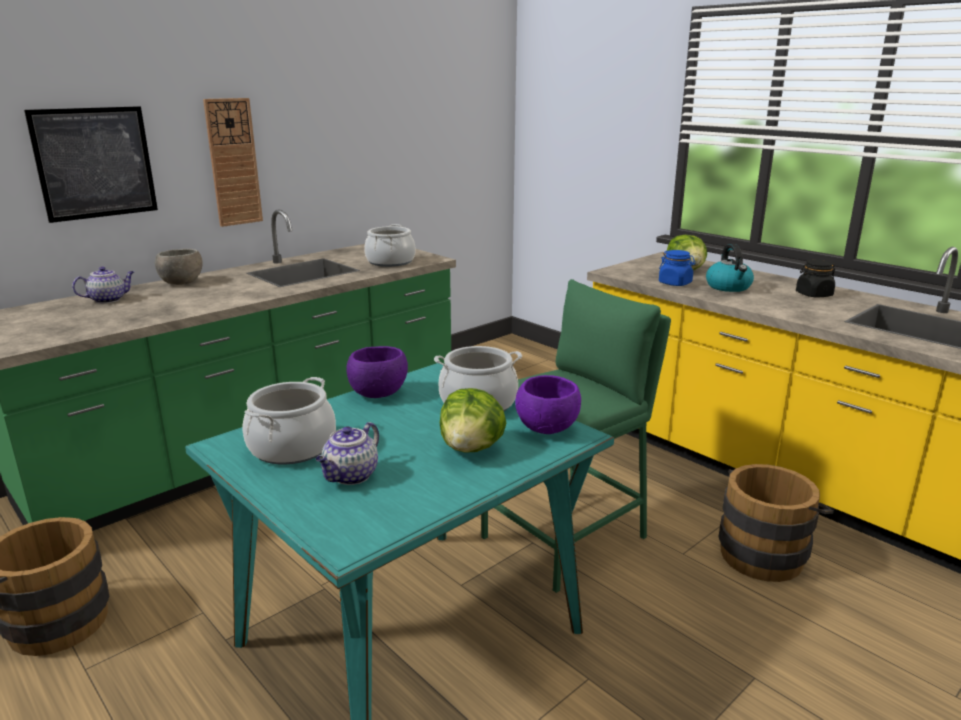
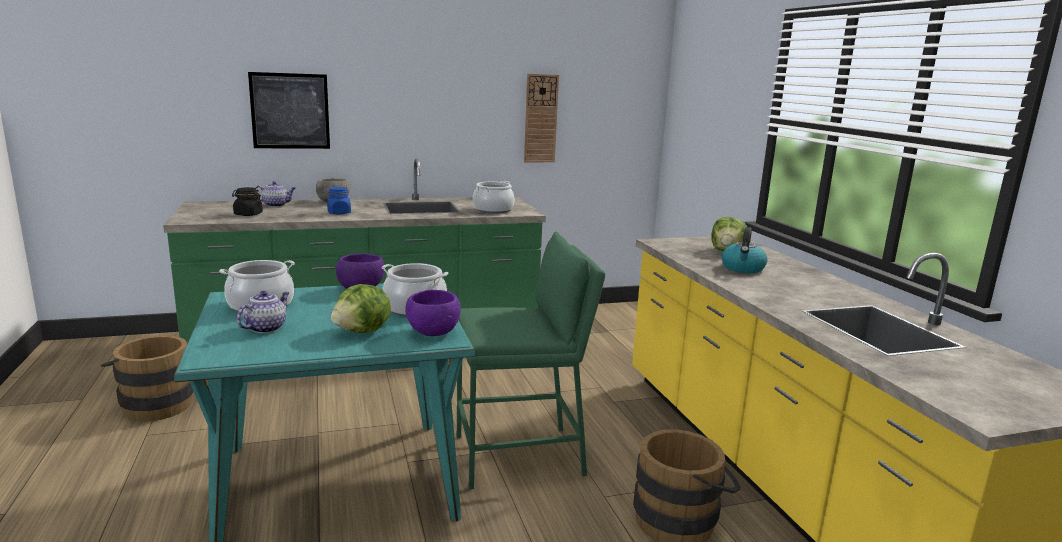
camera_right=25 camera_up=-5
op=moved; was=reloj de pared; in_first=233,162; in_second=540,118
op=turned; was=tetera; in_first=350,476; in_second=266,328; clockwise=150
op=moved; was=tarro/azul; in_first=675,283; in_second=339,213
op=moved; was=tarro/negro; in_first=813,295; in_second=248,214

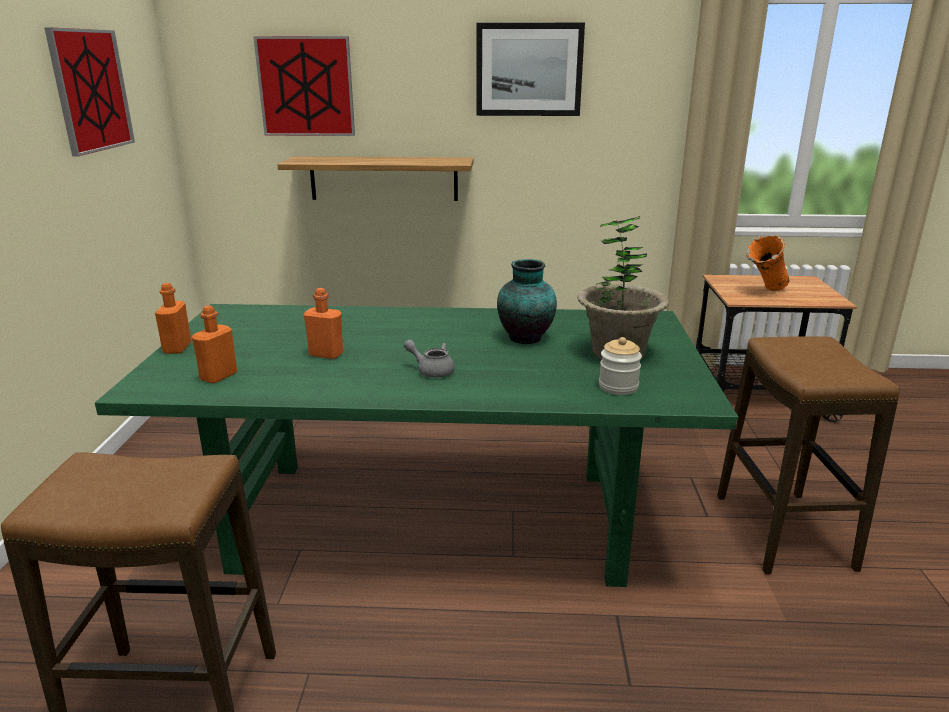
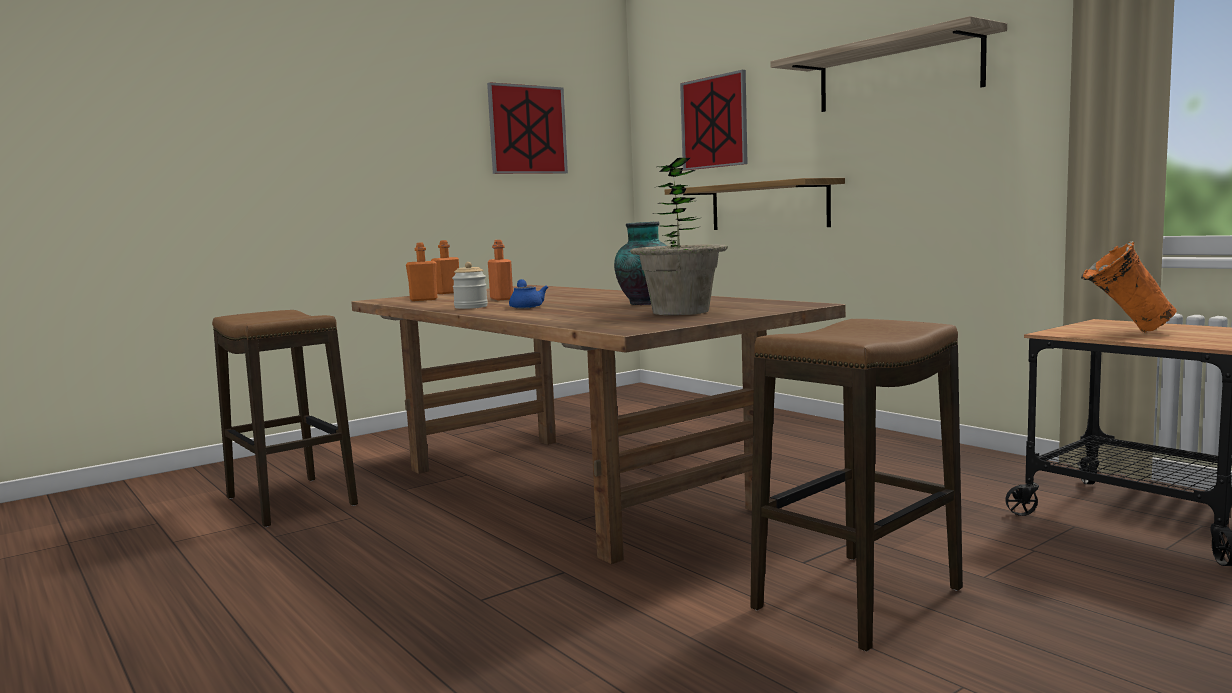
camera_right=50 camera_up=-15
op=recoloured; was=mesa de comedor/verde; now=mesa de comedor/marrón; in_first=429,520; in_second=570,487
op=recoloured; was=tetera/gris; now=tetera/azul; in_first=431,370; in_second=526,306
op=replaced; was=cuadro; now=estante; in_first=529,70; in_second=897,73
op=moved; was=tarro; in_first=618,387; in_second=471,307

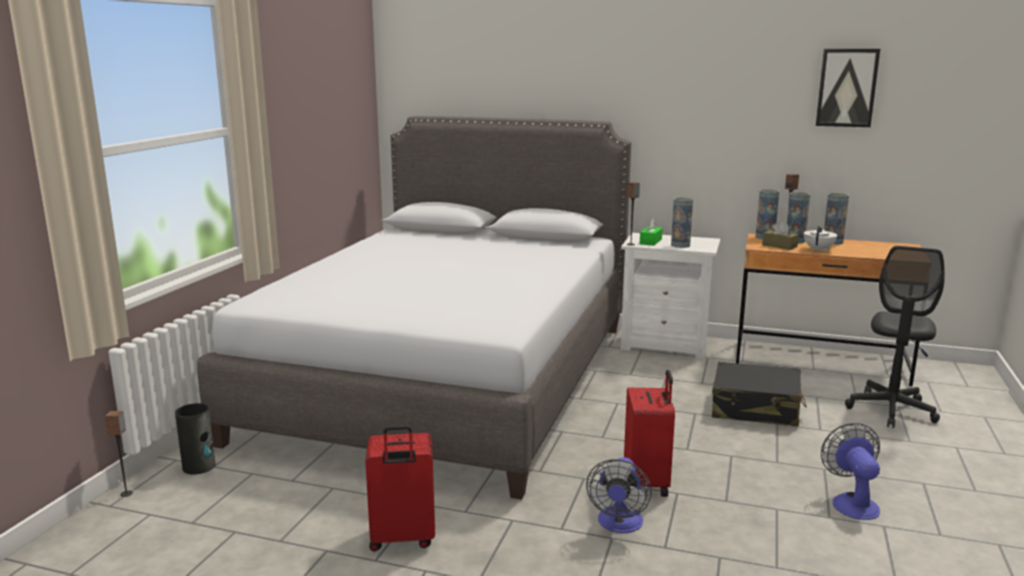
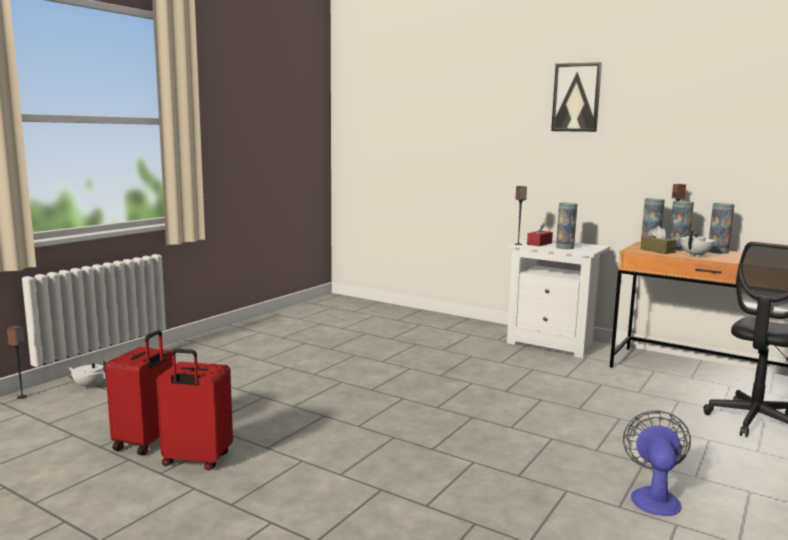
camera_right=15 camera_up=-5
op=replaced; was=florero; now=tetera/blanco; in_first=199,466; in_second=90,386
op=removed; was=cama/gris; in_first=448,378
op=removed; was=ventilador; in_first=619,525
op=moved; was=maleta/rojo; in_first=647,483; in_second=147,442
op=recoloured; was=caja de pañuelos/verde; now=caja de pañuelos/rojo; in_first=650,241; in_second=539,244
op=removed; was=maleta/negro; in_first=755,409
op=moved; was=cuadro; in_first=847,87; in_second=576,97

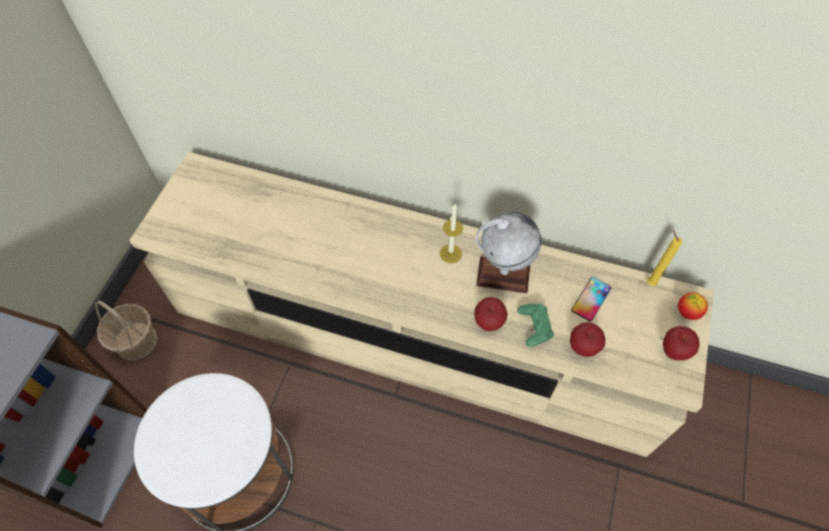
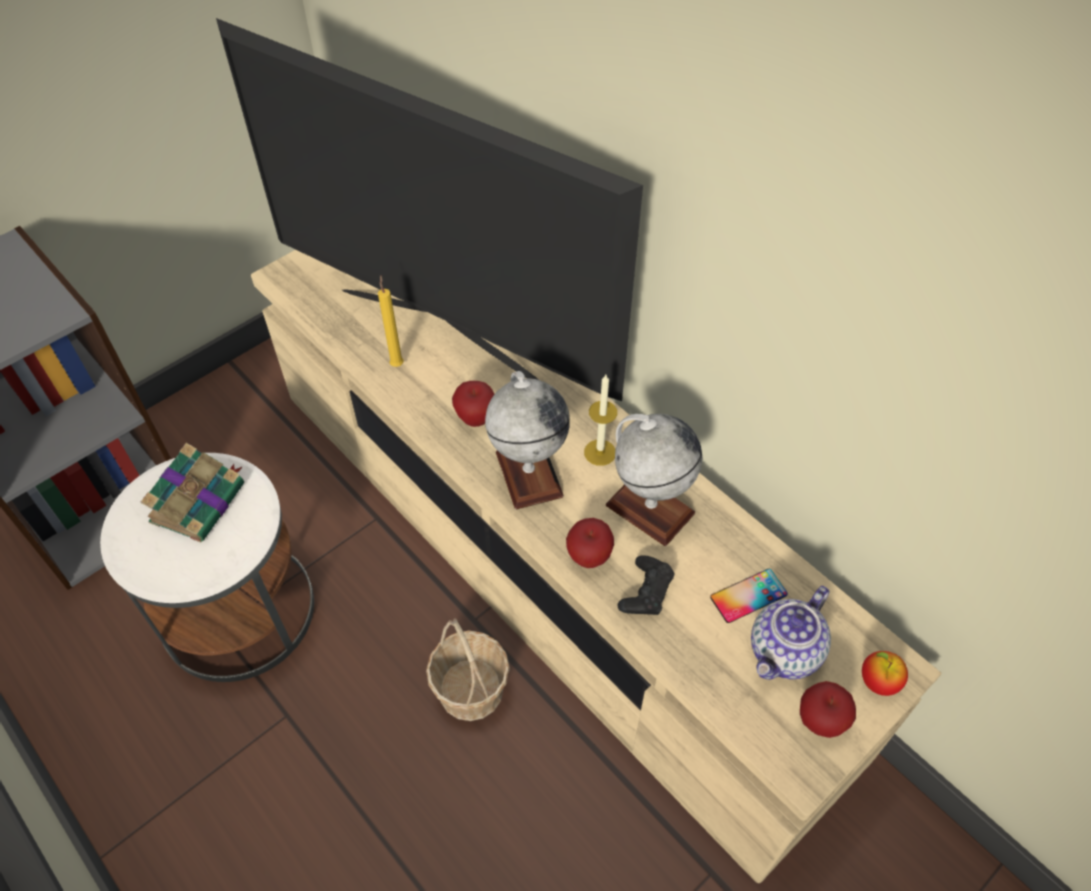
camera_right=30 camera_up=-5
op=moved; was=cesta; in_first=136,341; in_second=471,689
op=recoloured; was=mando de consola/verde; now=mando de consola/negro; in_first=534,326; in_second=646,591
op=moved; was=manzana; in_first=582,348; in_second=476,418
op=moved; was=vela/amarillo; in_first=649,282; in_second=397,363
op=added; now=libro; in_second=199,501
op=added; now=televisor; in_second=443,335
op=added; now=globo terráqueo; in_second=528,474
op=added; now=tetera; in_second=785,653

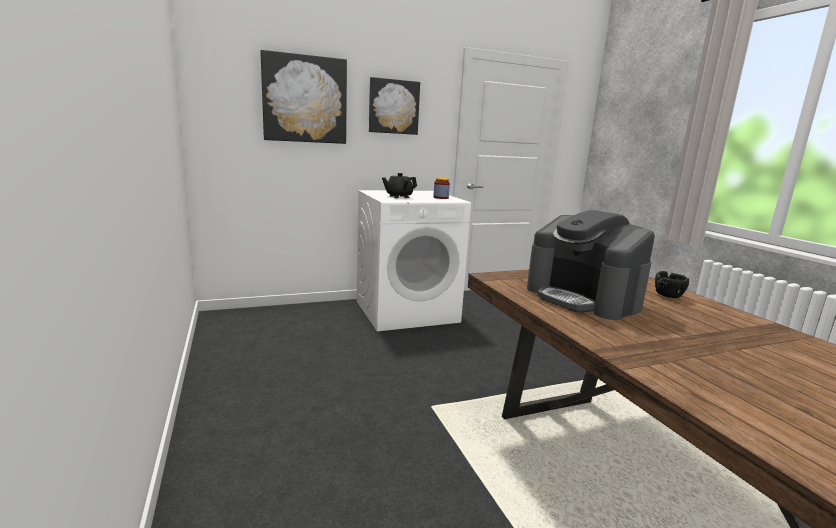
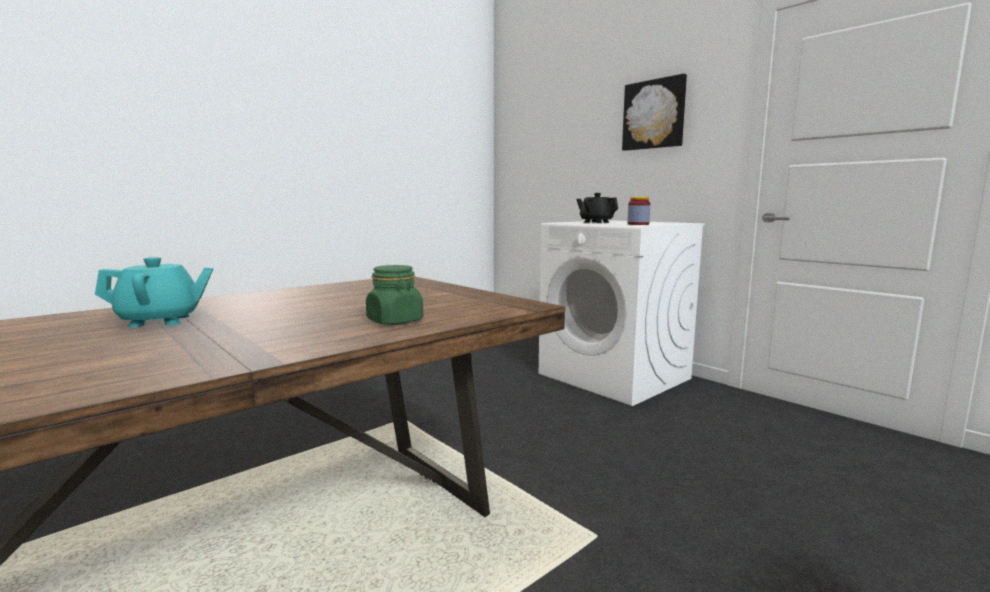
camera_right=70 camera_up=-5
op=removed; was=cuadro; in_first=305,99
op=removed; was=cafetera; in_first=583,298
op=replaced; was=cuenco/negro; now=tarro/verde; in_first=668,295; in_second=395,321
op=added; now=tetera/turquesa; in_second=161,321

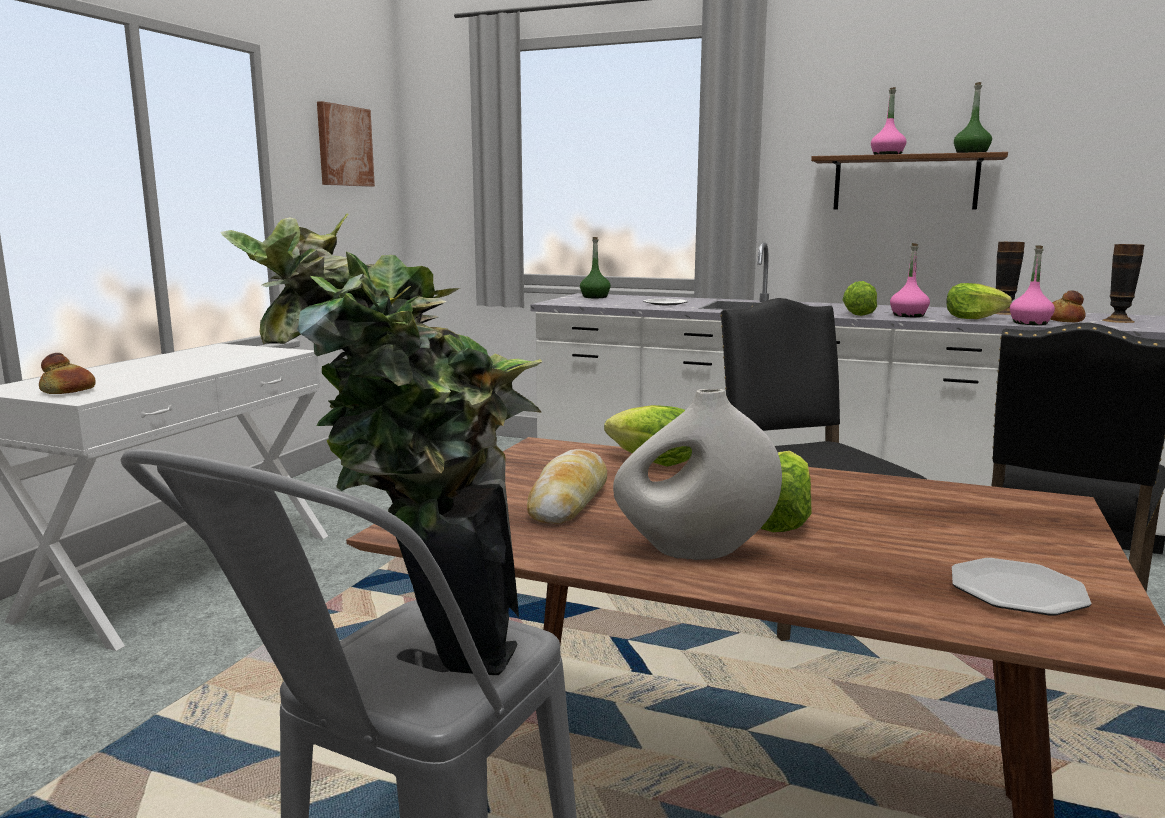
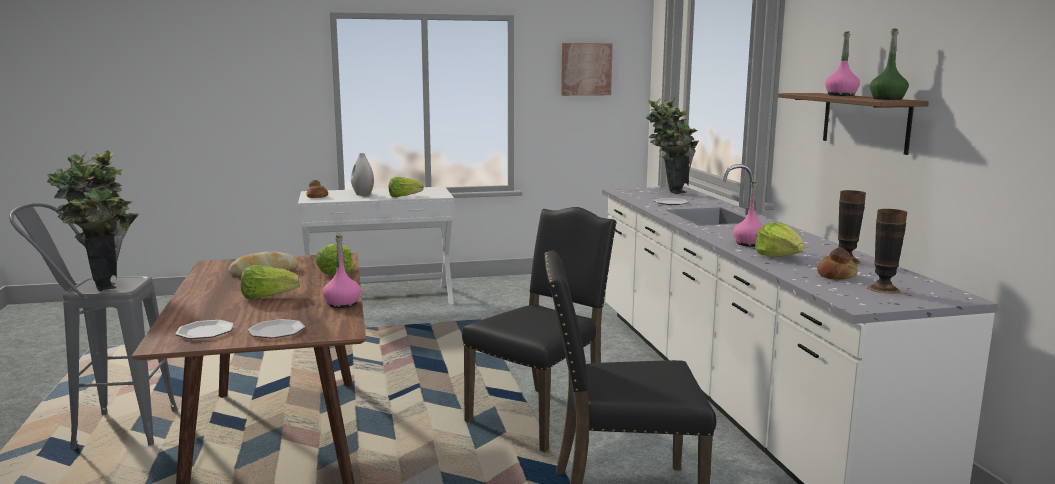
camera_right=55 camera_up=0
op=replaced; was=botella/verde; now=planta en maceta; in_first=595,297; in_second=668,191
op=moved; was=florero/blanco; in_first=695,551; in_second=362,194
op=moved; was=lechuga; in_first=858,314; in_second=404,196
op=moved; was=botella/rosa; in_first=1030,323; in_second=342,304
op=added; now=plato; in_second=276,331

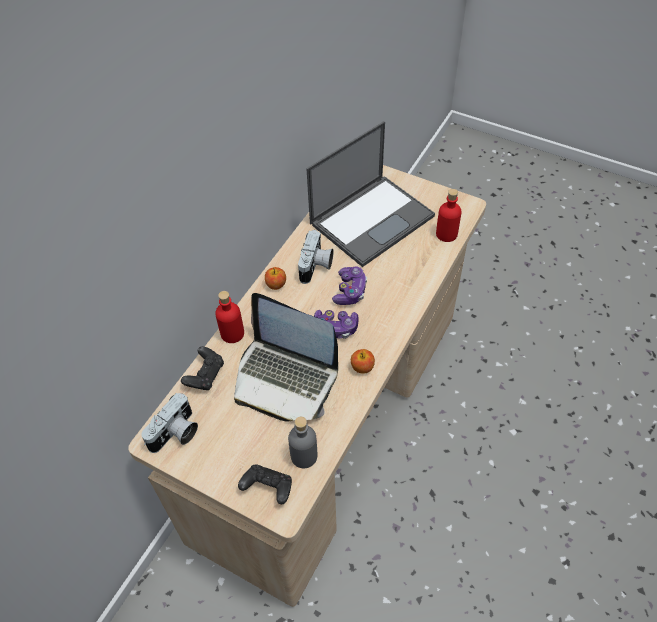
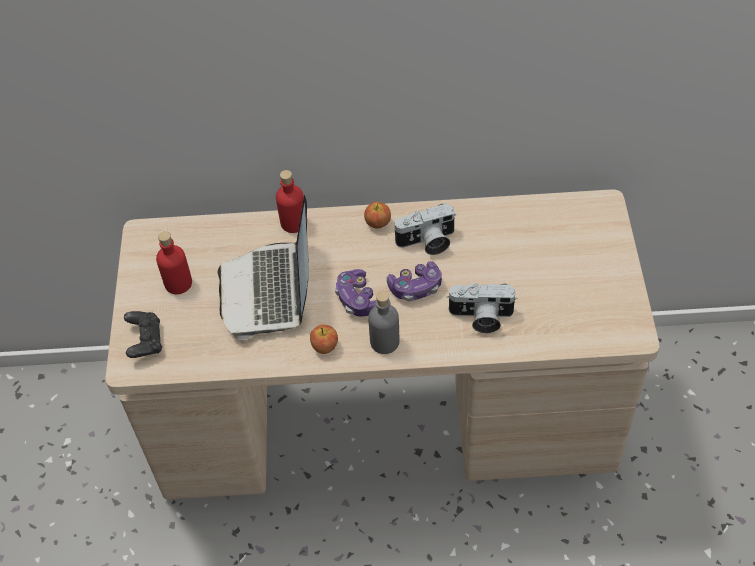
camera_right=60 camera_up=0
op=moved; was=cámara; in_first=176,434; in_second=481,317
op=removed; was=mando de consola/negro; in_first=205,375
op=moved; was=botella/gris; in_first=304,456; in_second=385,342
op=removed; was=portátil; in_first=372,219
op=moved; was=botella/rojo; in_first=446,234; in_second=178,283

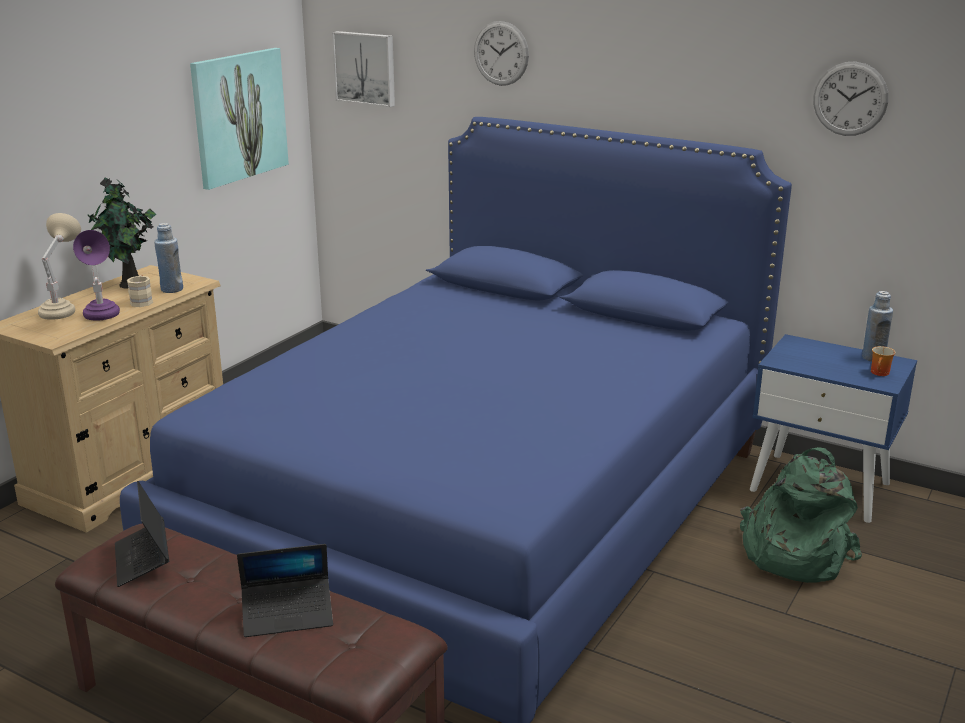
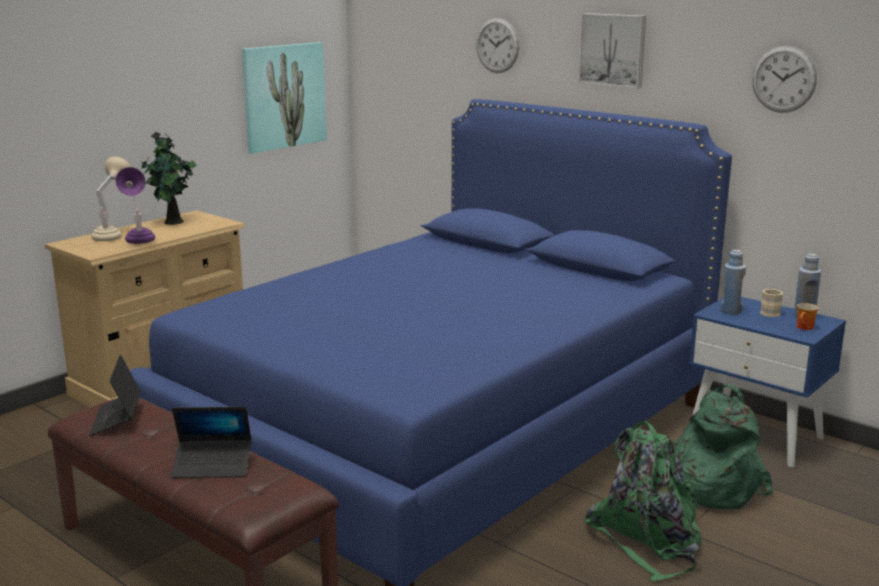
camera_right=10 camera_up=-5
op=moved; was=taza grande/beis; in_first=142,301; in_second=769,312
op=moved; was=botella/azul; in_first=172,289; in_second=730,311
op=moved; was=cuadro; in_first=366,68; in_second=613,50
op=added; now=mochila/verde; in_second=649,539

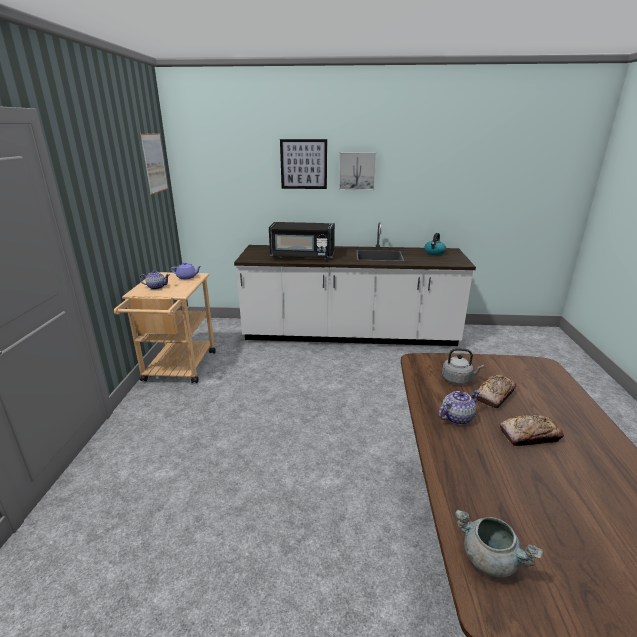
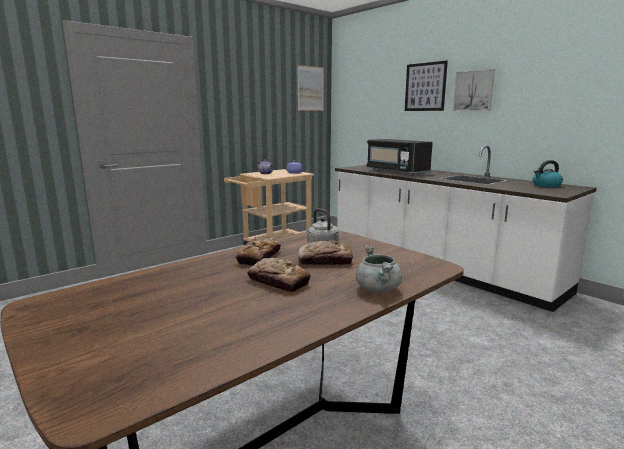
camera_right=45 camera_up=-10
op=replaced; was=tetera; now=pan; in_first=456,417; in_second=259,257
op=moved; was=olla/gris; in_first=490,559; in_second=378,289

